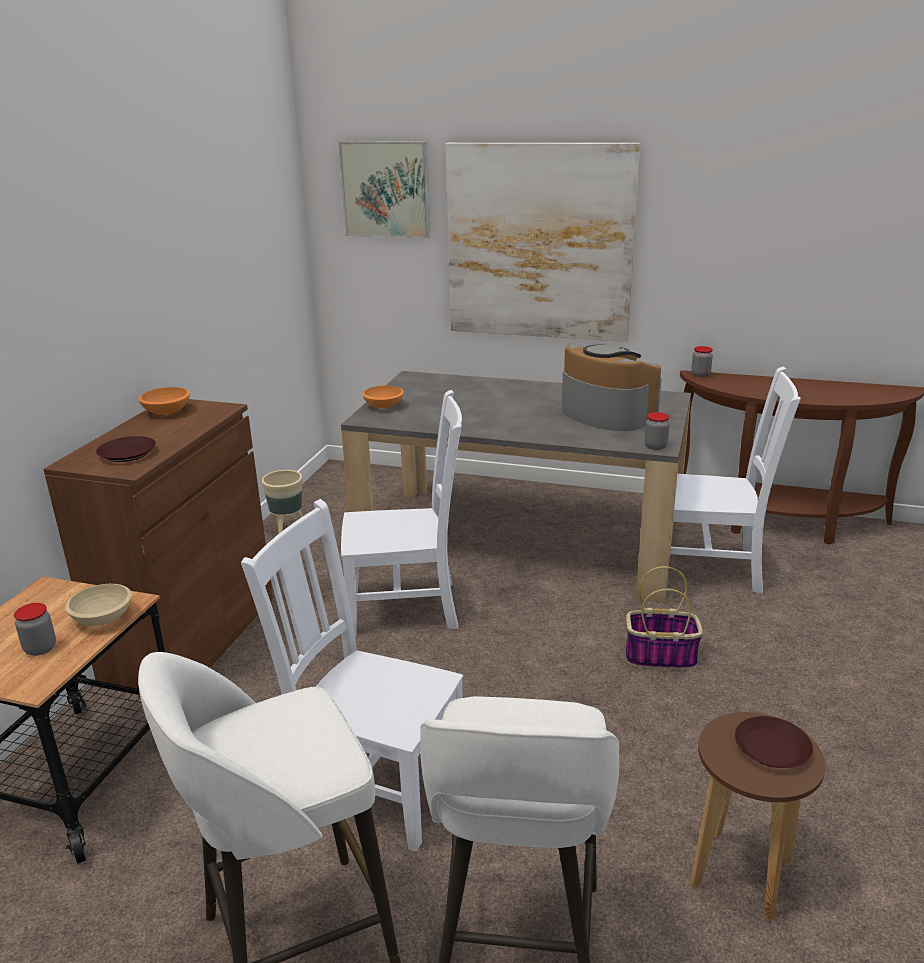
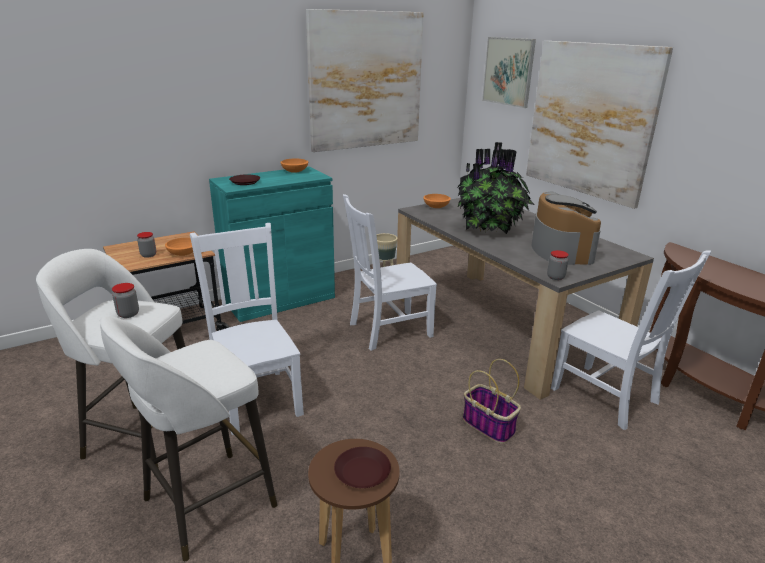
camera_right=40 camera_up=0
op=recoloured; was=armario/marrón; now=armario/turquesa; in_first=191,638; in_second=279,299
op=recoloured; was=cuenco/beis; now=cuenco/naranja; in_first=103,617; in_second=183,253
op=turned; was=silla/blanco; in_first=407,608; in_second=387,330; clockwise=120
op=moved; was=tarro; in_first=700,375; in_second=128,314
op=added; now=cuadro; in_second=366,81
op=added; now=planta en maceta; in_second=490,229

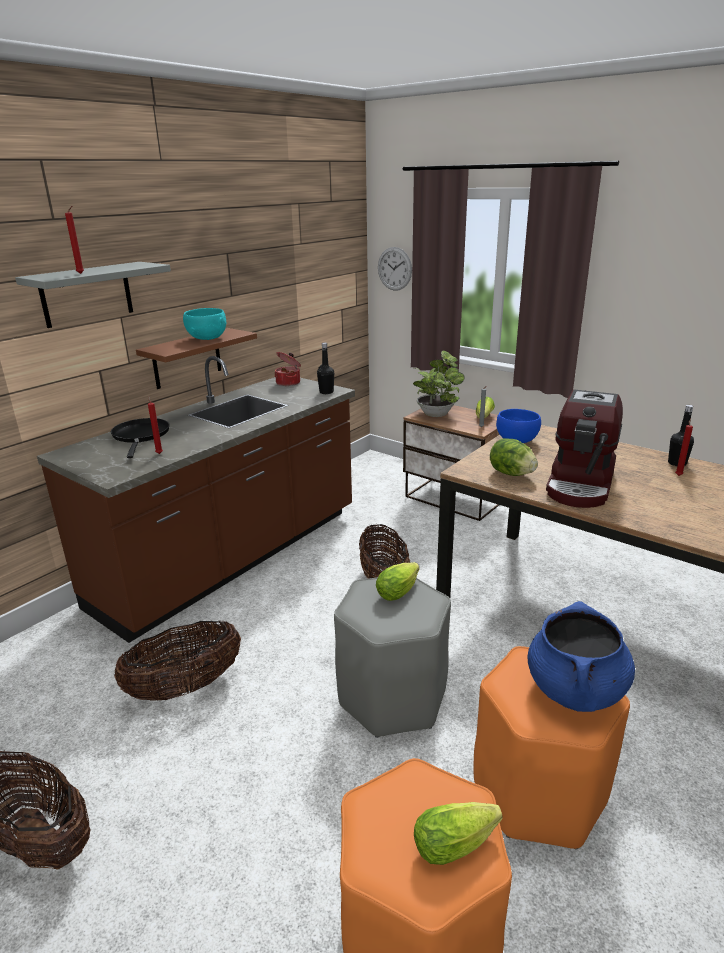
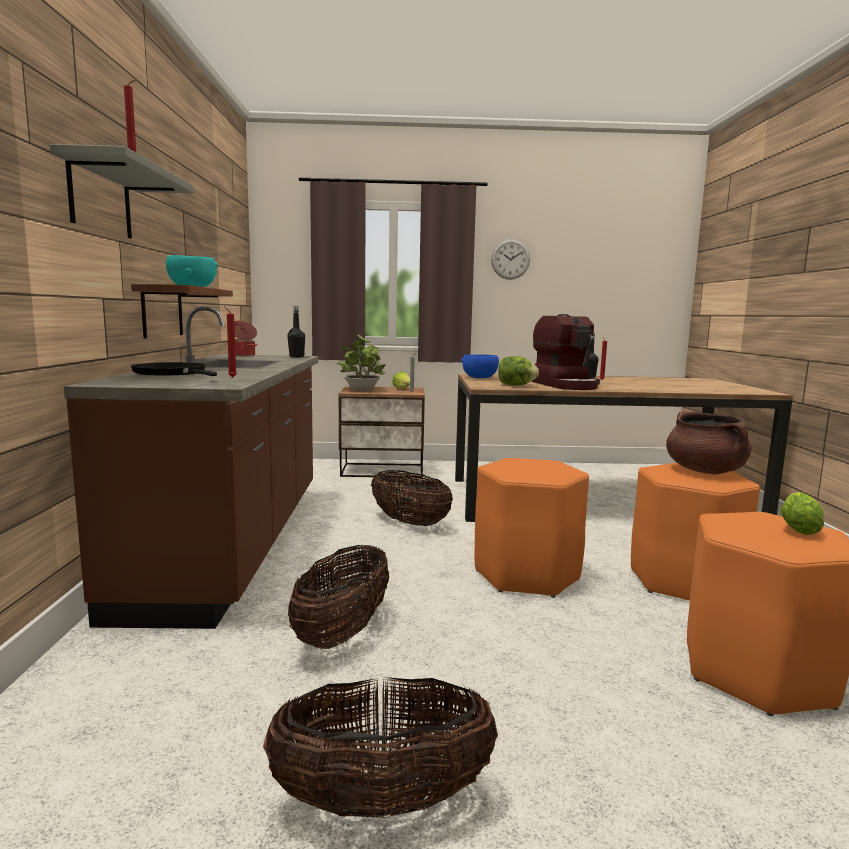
camera_right=-40 camera_up=-15
op=recoloured; was=taburete/gris; now=taburete/naranja; in_first=392,697; in_second=526,575
op=removed; was=lechuga; in_first=400,590
op=moved; was=reloj de pared; in_first=394,269; in_second=510,259
op=recoloured; was=olla/azul; now=olla/marrón; in_first=575,689; in_second=705,471

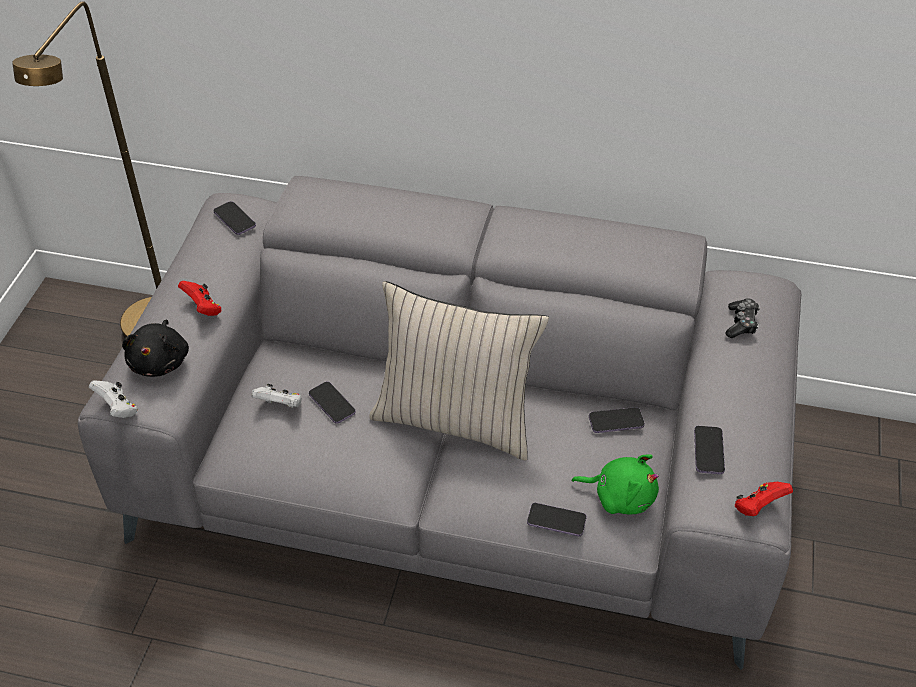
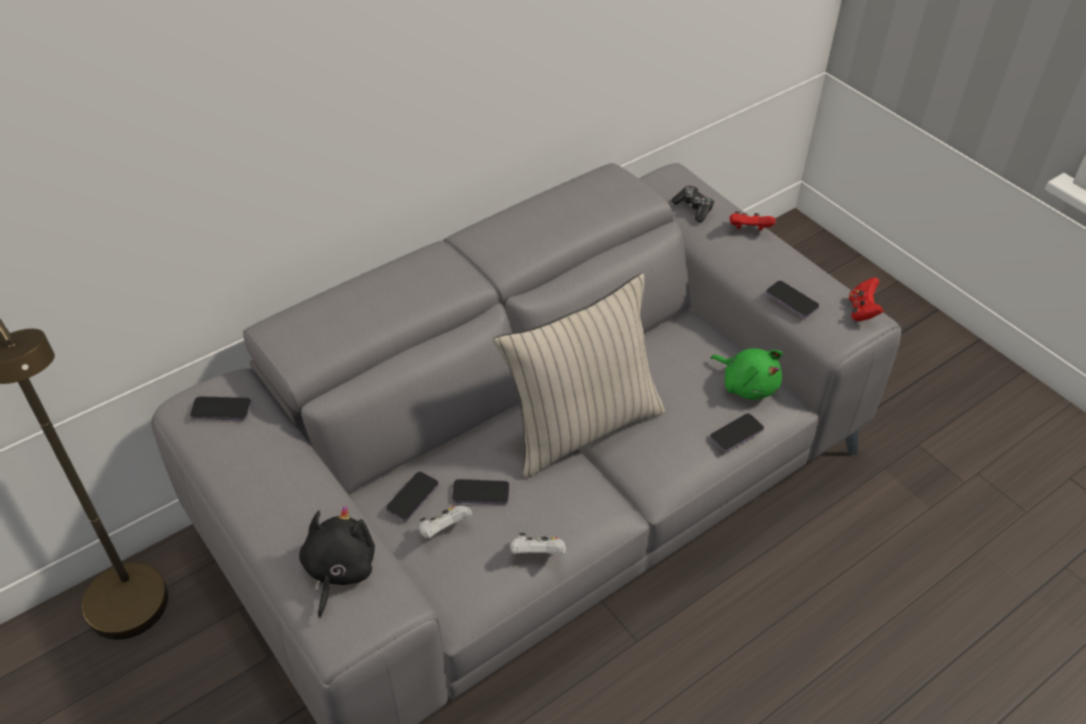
camera_right=-50 camera_up=0
op=moved; was=mando de consola/blanco; in_first=118,409; in_second=538,554
op=turned; was=peluche/negro; in_first=160,361; in_second=338,570; clockwise=-120
op=moved; was=mando de consola/rojo; in_first=203,308; in_second=749,230
op=turned; was=peluche/verde; in_first=620,496; in_second=747,384; clockwise=75
op=moved; was=móvil; in_first=616,421; in_second=412,497

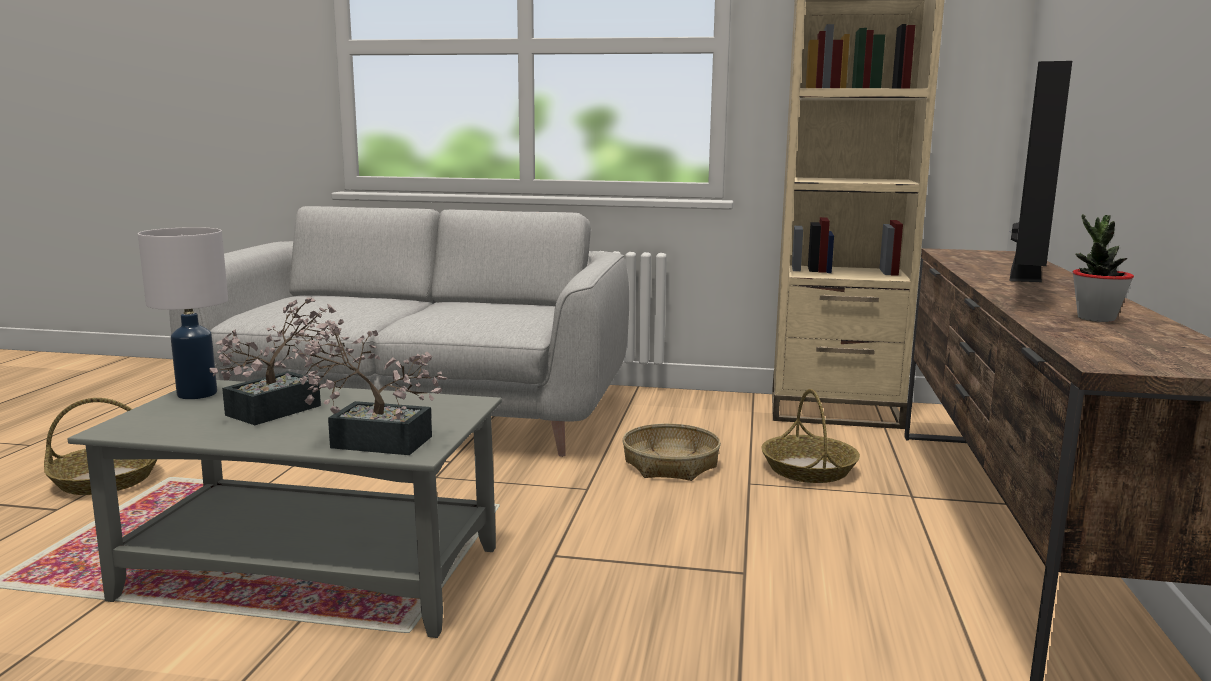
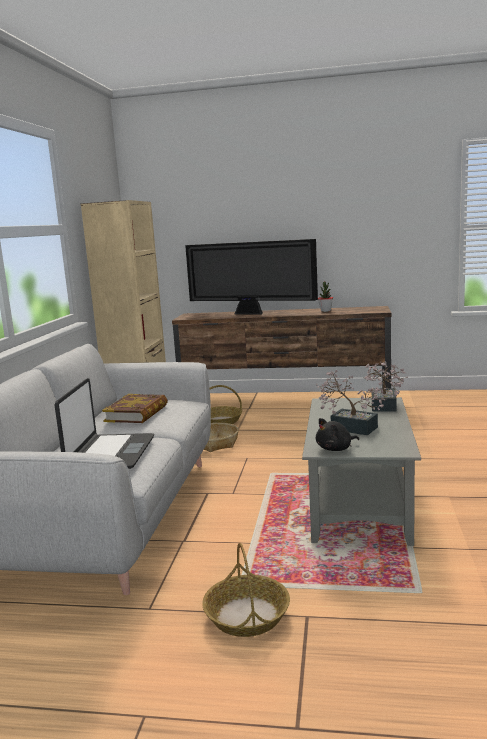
camera_right=-90 camera_up=0
op=replaced; was=lámpara de mesa/blanco; now=peluche/negro; in_first=196,394; in_second=336,449
op=added; now=portátil; in_second=110,453
op=added; now=libro; in_second=137,413

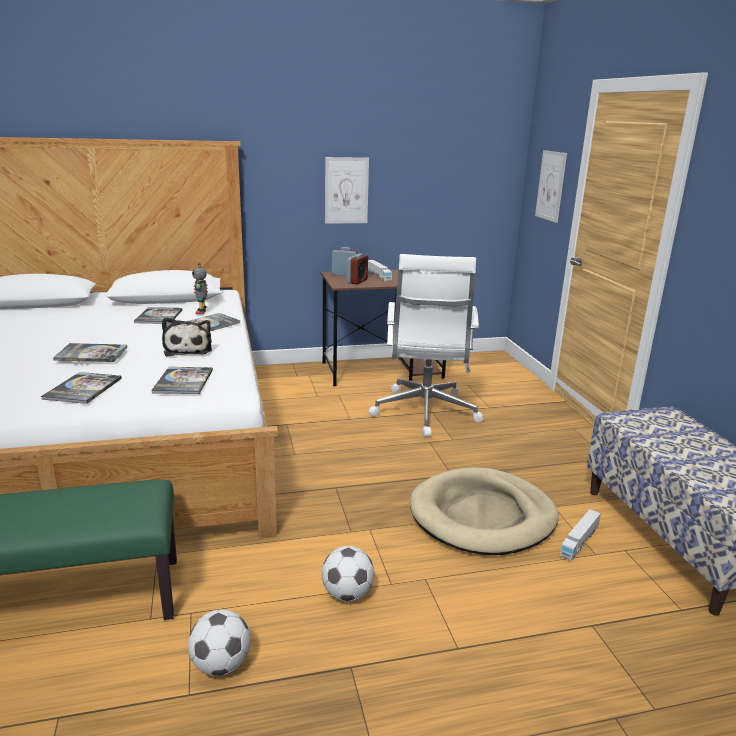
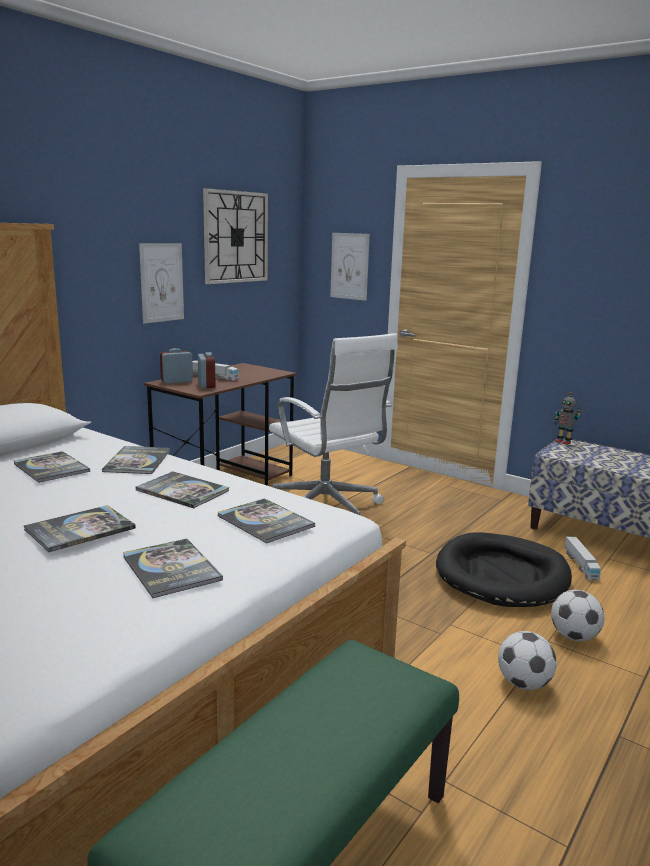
camera_right=-40 camera_up=-5
op=replaced; was=peluche; now=libro; in_first=188,349; in_second=182,491
op=moved; was=balón de fútbol; in_first=221,664; in_second=574,636
op=moved; was=robot de juguete; in_first=202,312; in_second=563,442
op=recoloured; was=cama para perro/beis; now=cama para perro/negro; in_first=482,516; in_second=502,575
op=added; now=reloj de pared; in_second=236,237

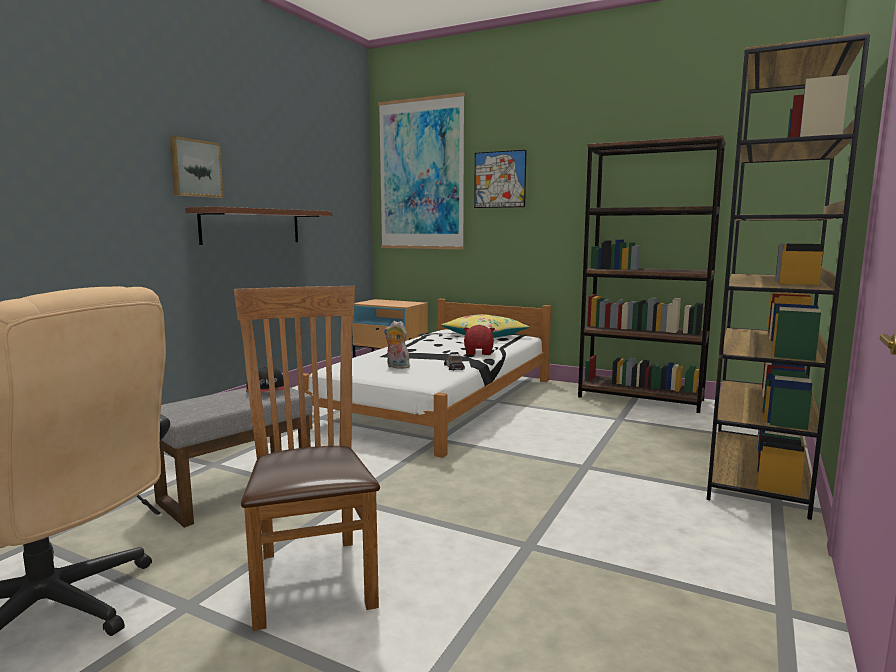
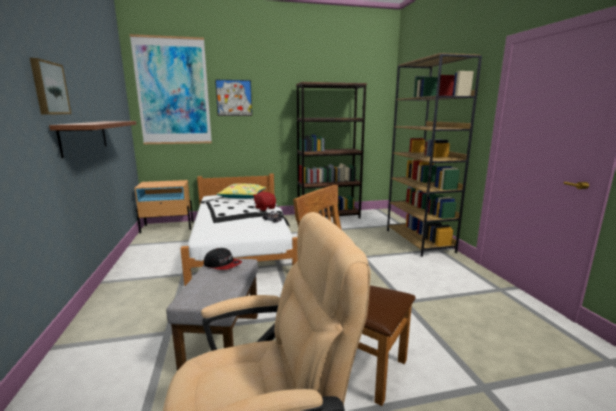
camera_right=-40 camera_up=5
op=removed; was=peluche; in_first=396,367

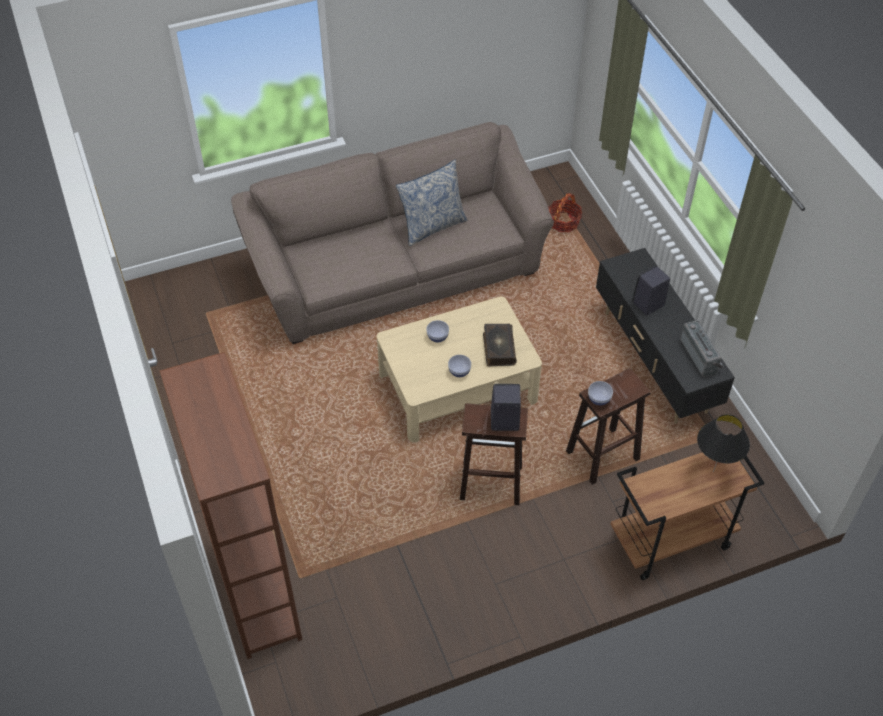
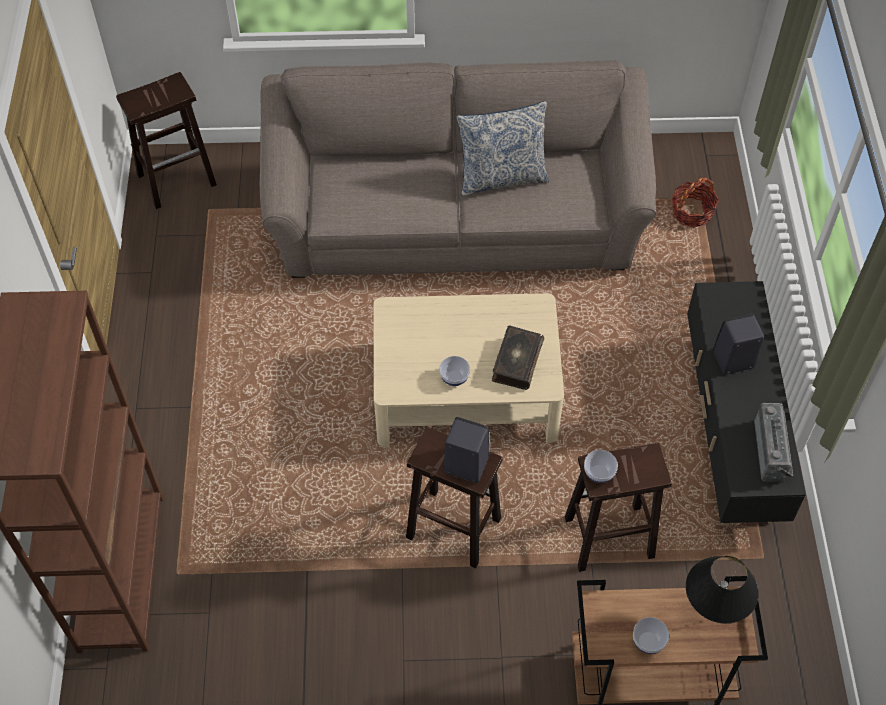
camera_right=20 camera_up=5
op=moved; was=cuenco; in_first=437,337; in_second=648,642
op=added; now=taburete/marrón; in_second=177,179

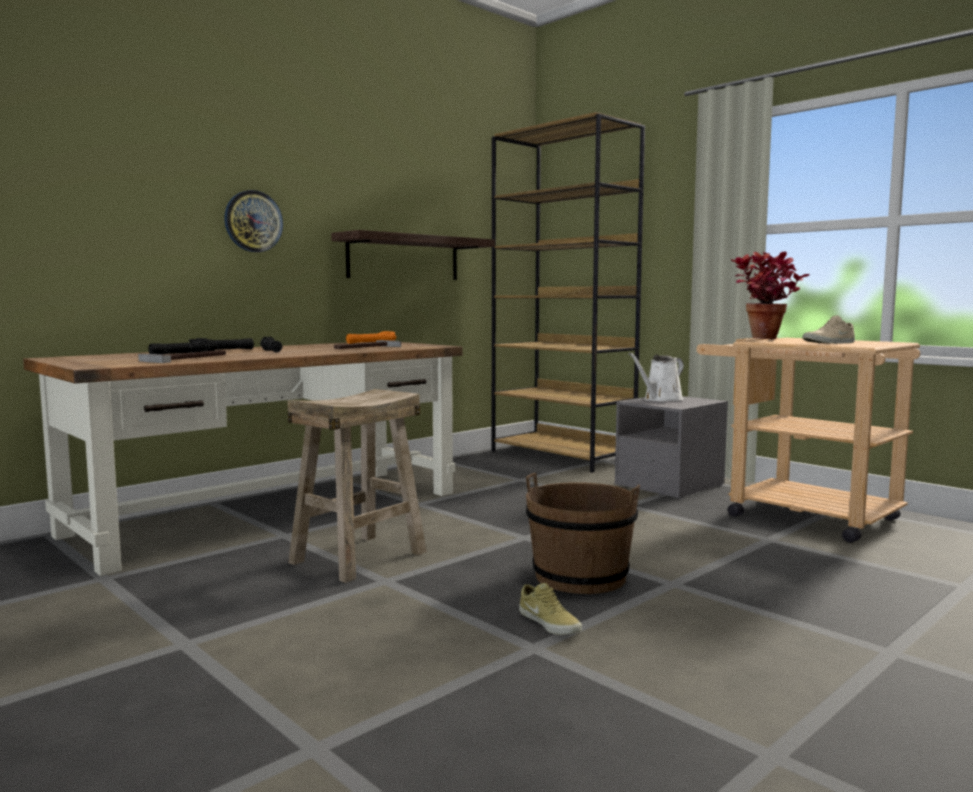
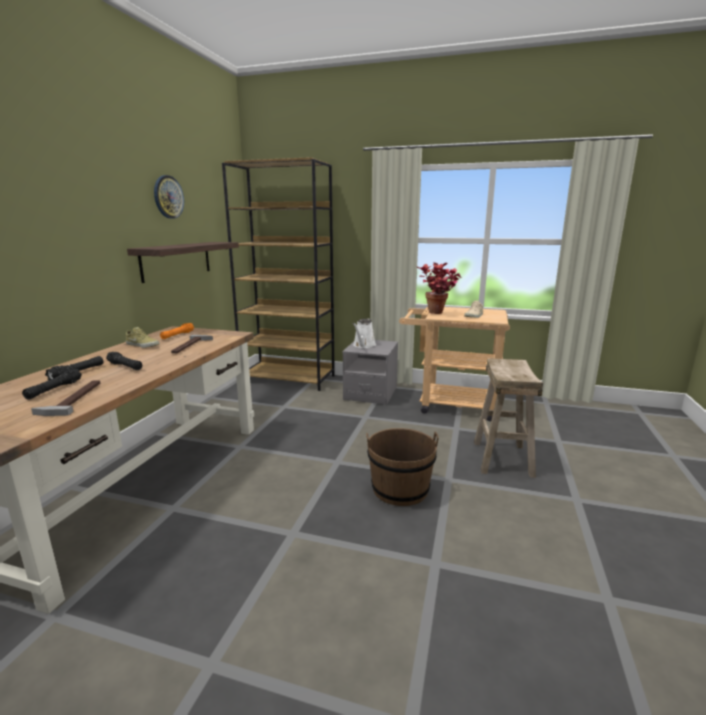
camera_right=-30 camera_up=10
op=moved; was=reloj de pared; in_first=253,221; in_second=168,197
op=moved; was=taburete/beis; in_first=359,557; in_second=503,458
op=moved; was=zapato/beis; in_first=550,623; in_second=143,345

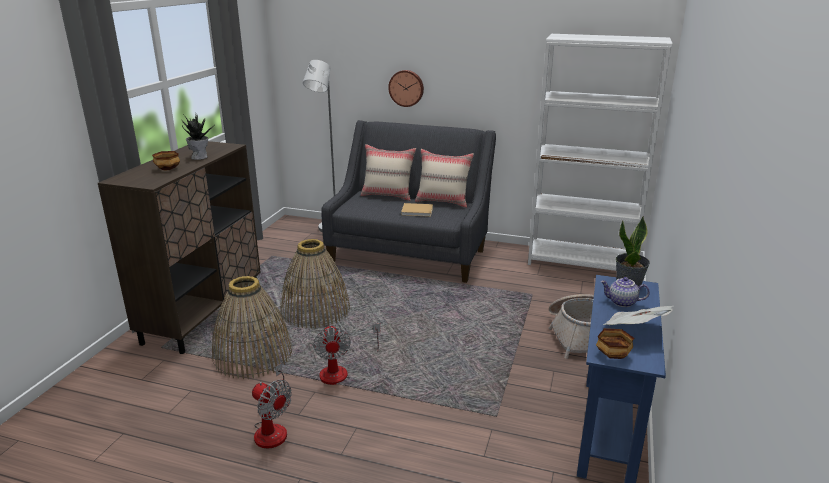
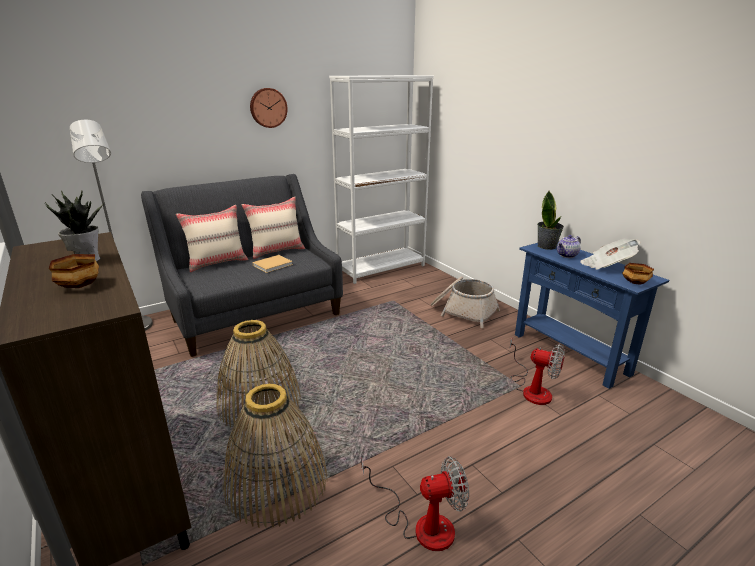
camera_right=-50 camera_up=0
op=moved; was=ventilador; in_first=341,370; in_second=532,389
op=moved; was=reloj de pared; in_first=406,88; in_second=268,108

